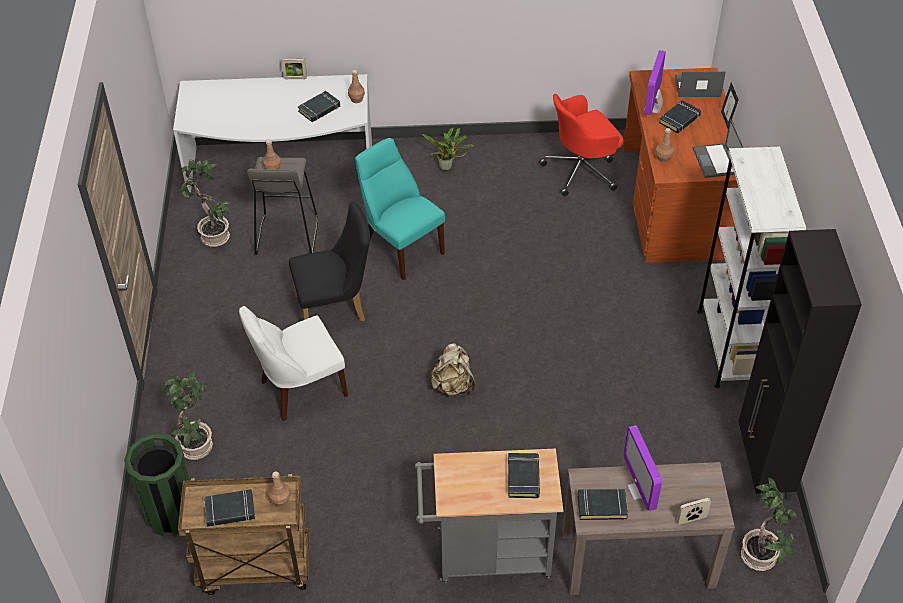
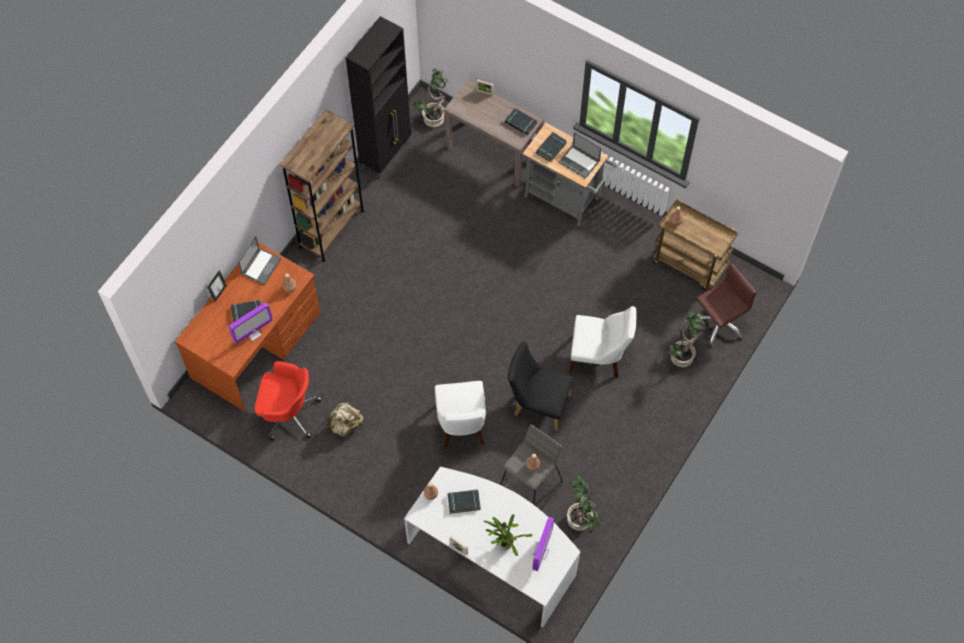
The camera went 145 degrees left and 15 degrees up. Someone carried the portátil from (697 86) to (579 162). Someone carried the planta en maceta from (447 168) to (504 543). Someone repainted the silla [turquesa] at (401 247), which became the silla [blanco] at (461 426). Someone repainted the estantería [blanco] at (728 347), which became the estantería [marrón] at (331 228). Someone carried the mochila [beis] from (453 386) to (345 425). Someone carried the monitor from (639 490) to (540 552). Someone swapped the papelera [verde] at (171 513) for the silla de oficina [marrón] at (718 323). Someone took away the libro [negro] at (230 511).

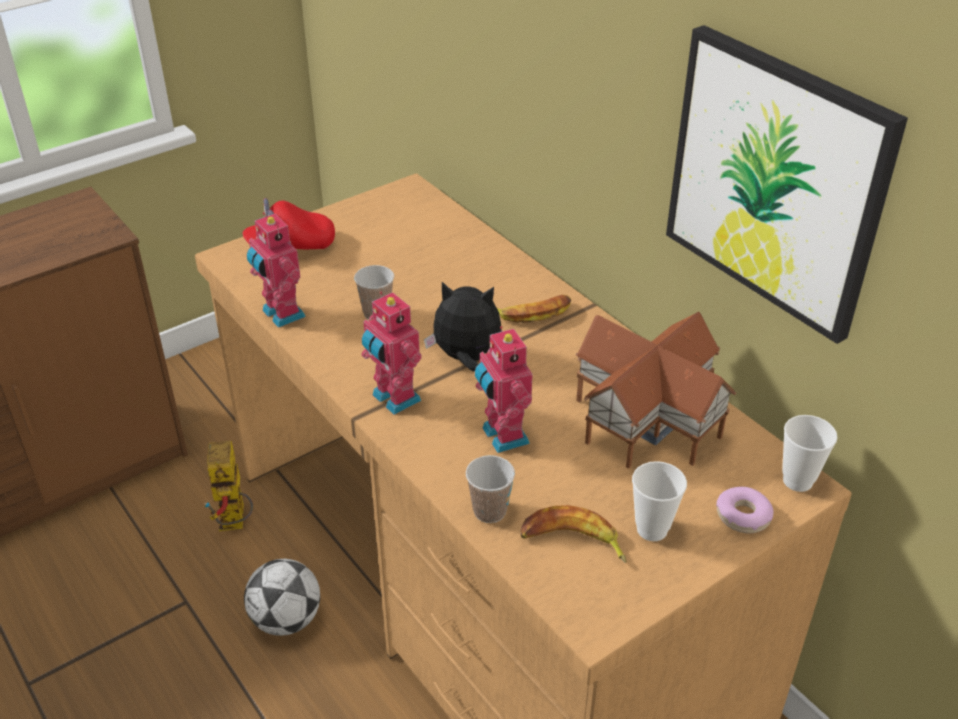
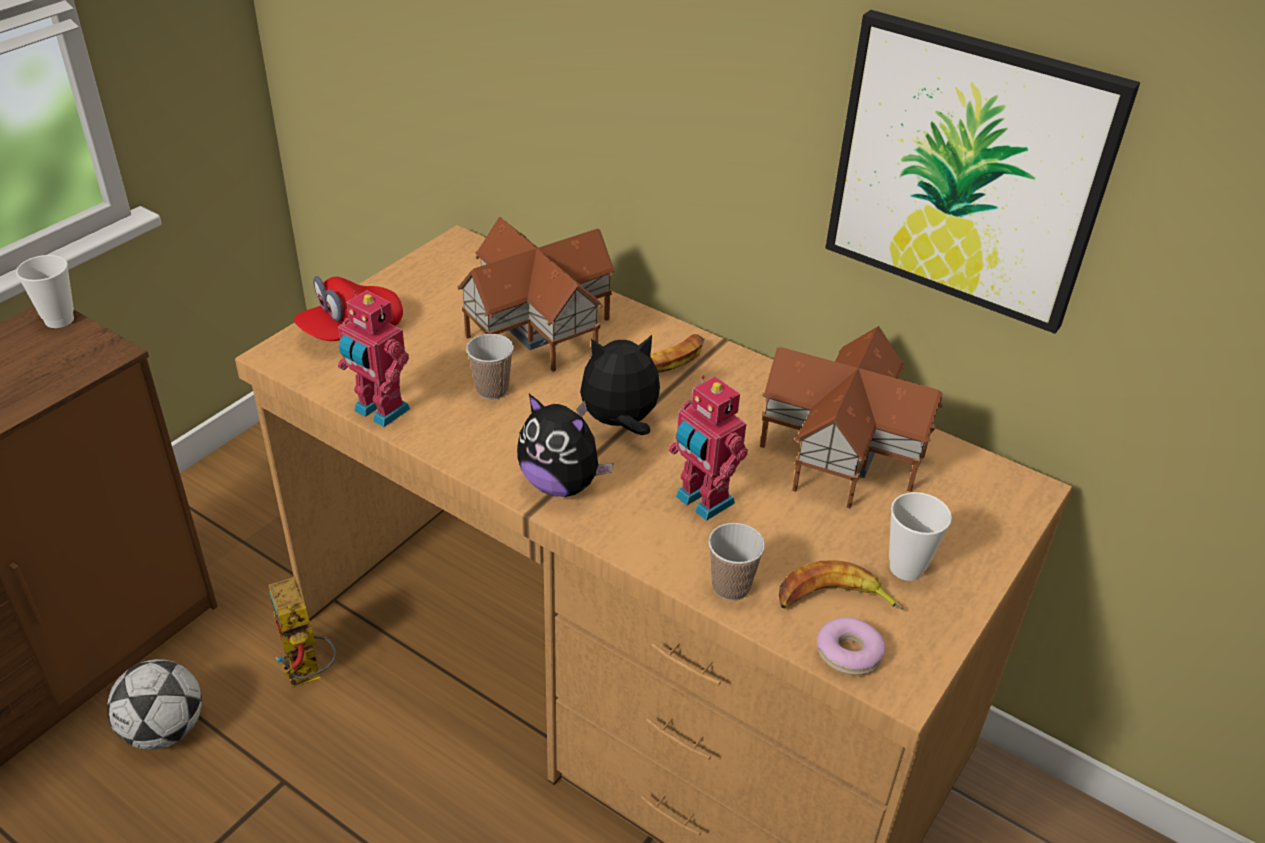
The camera went 20 degrees left and 0 degrees up. Someone swapped the robot de juguete at (393 399) for the peluche at (561 484). Someone carried the taza from (797 481) to (59 320). Someone carried the rosquilla from (743 516) to (848 653). Someone carried the balón de fútbol from (286 619) to (164 730). Someone put down the casita at (537 330).

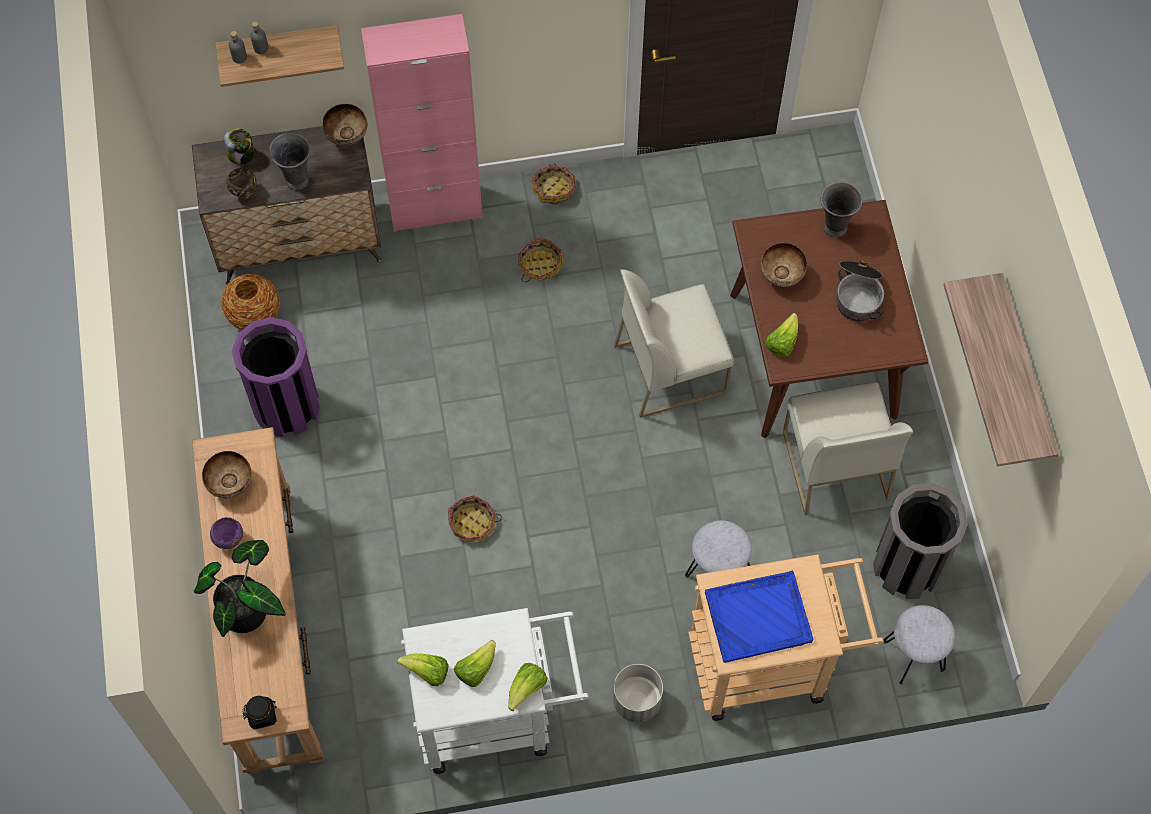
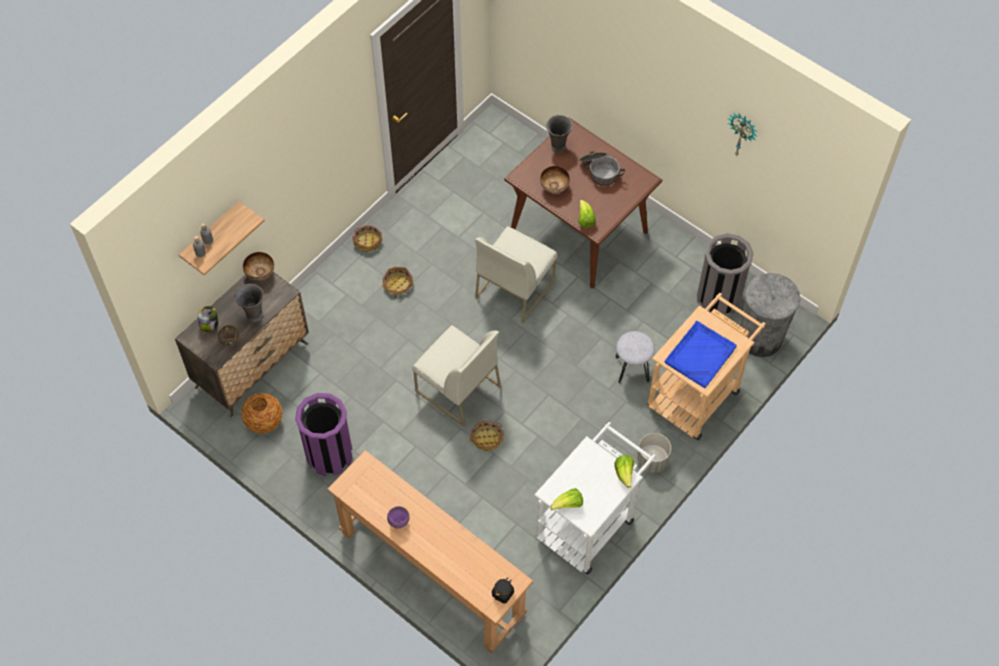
The camera went 40 degrees left and 5 degrees down. Someone took away the armario [rosa] at (435 208). Someone swapped the estante at (1025 372) for the reloj de pared at (742 134). Someone carried the silla [blanco] from (834 464) to (457 388). Someone took away the cuenco at (230 484). Someone took away the planta en maceta at (249 608). Someone swapped the taburete [gris] at (913 656) for the papelera [gris] at (760 338). Someone took away the lechuga at (476 669).

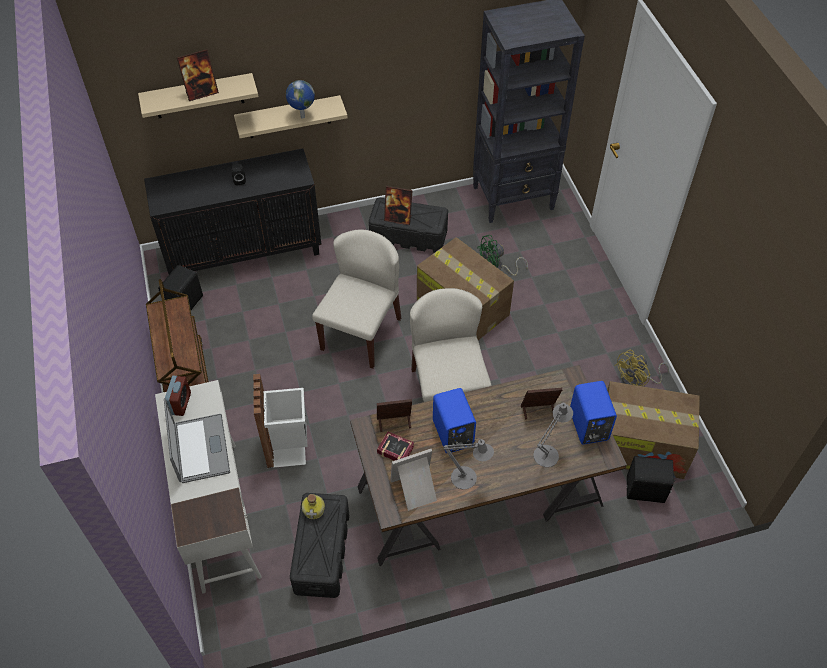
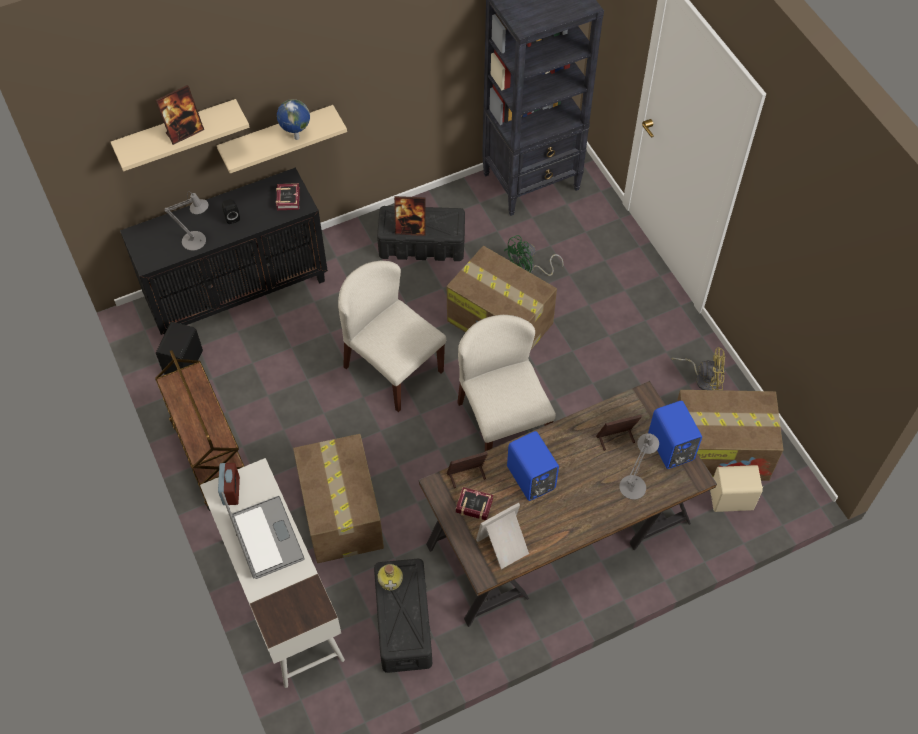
The camera went 10 degrees left and 5 degrees up. Someone rotated the silla [beis] at (361 333) by 60 degrees counterclockwise. Someone rotated the ventilador [amarillo] at (637 380) by 120 degrees counterclockwise. Someone swapped the papelera [blanco] at (288 446) for the caja de cartón at (341 511). Someone carried the lámpara de mesa [gris] from (467 479) to (197 241). Someone repainted the altavoz [negro] at (646 491), which became the altavoz [beis] at (732 500). Someone put down the libro at (289 198).

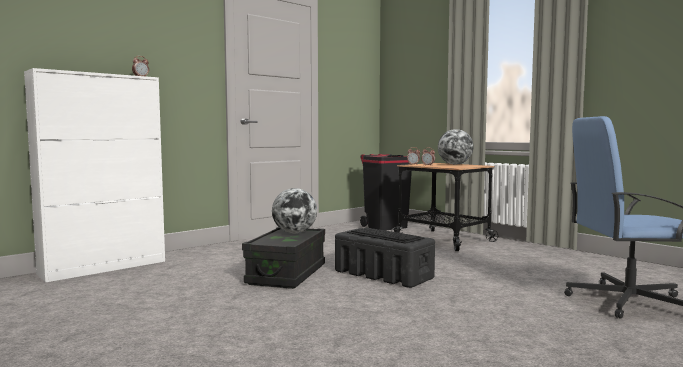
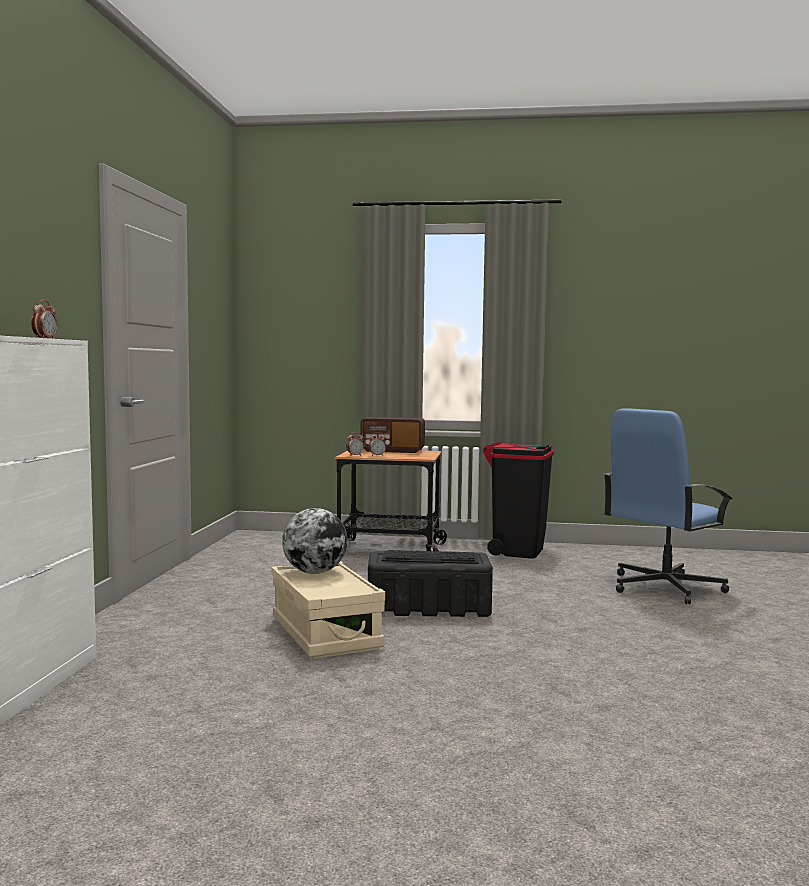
The camera went 40 degrees left and 0 degrees up. Someone swapped the globo terráqueo at (455 164) for the radio at (392 451). Someone carried the papelera [negro] from (385 227) to (517 551). Someone repainted the caja de almacenaje [negro] at (287 274), which became the caja de almacenaje [beis] at (325 633).

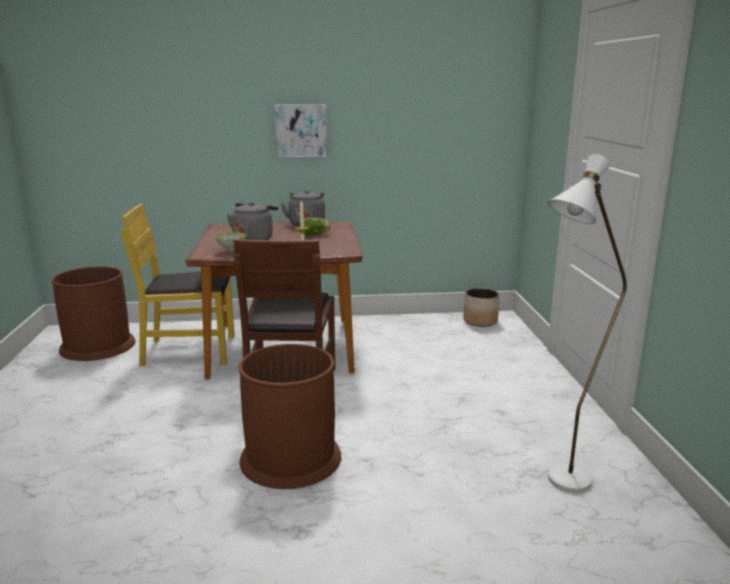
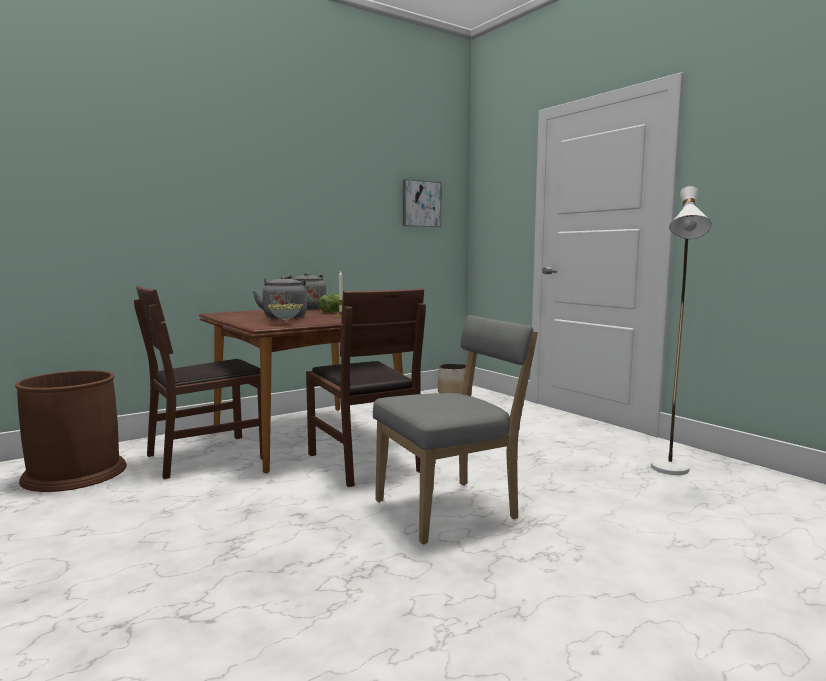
The camera went 30 degrees left and 10 degrees down. Someone carried the cuadro from (301 130) to (421 204). Someone repainted the silla [amarillo] at (189 351), which became the silla [marrón] at (207 456). Someone swapped the papelera [marrón] at (291 458) for the silla [gris] at (452 509).

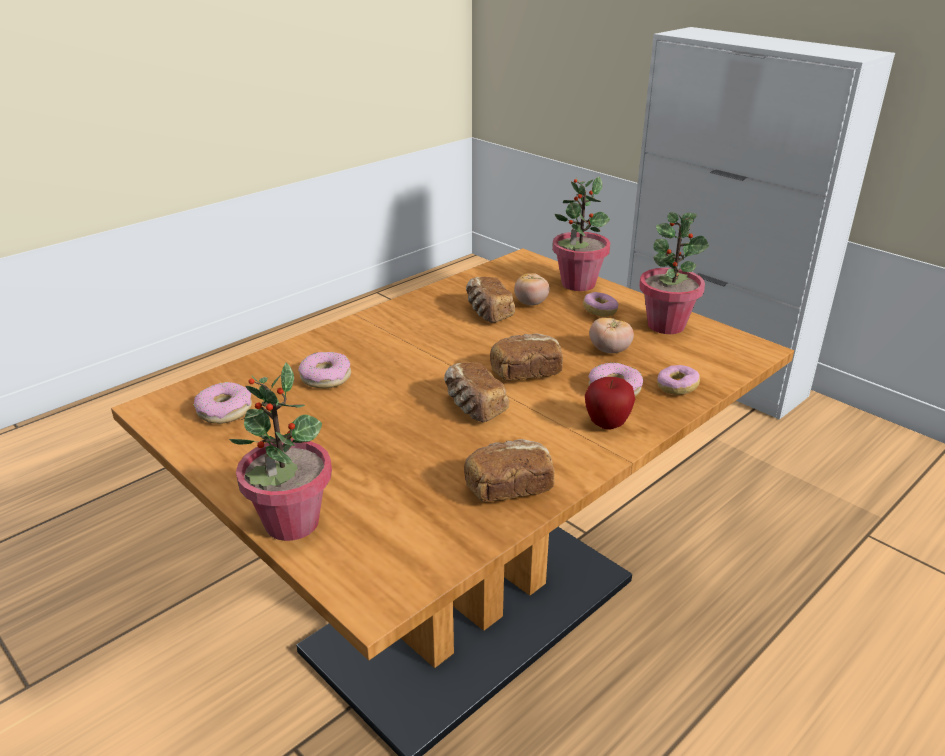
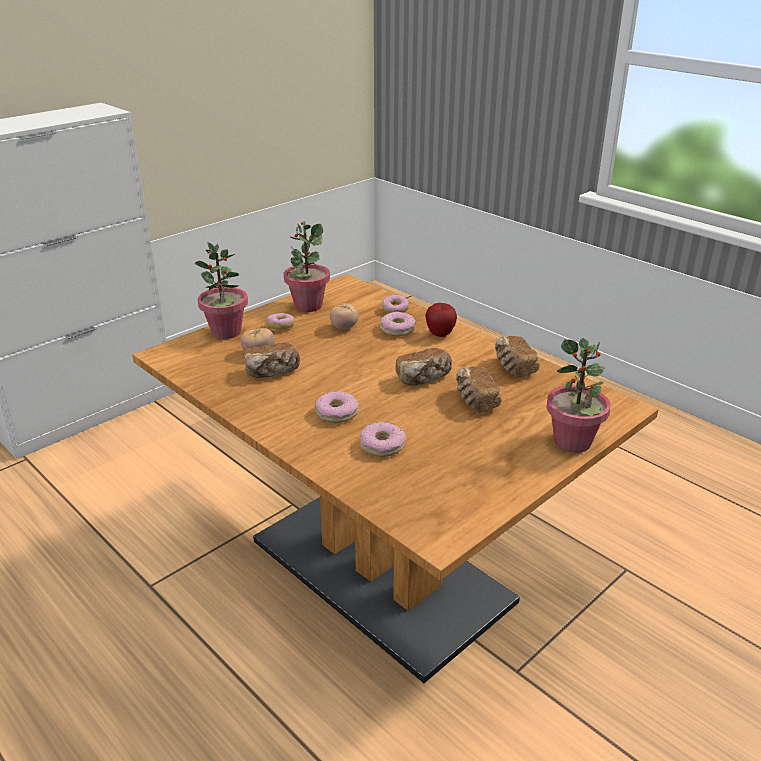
The camera went 90 degrees left and 0 degrees up. Someone carried the pan from (525 372) to (475 400). Someone carried the rosquilla from (225 410) to (337 413).

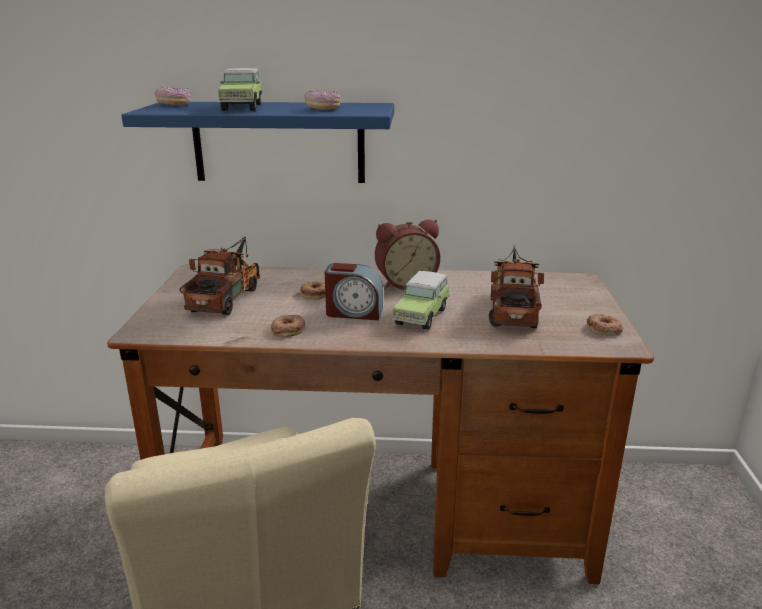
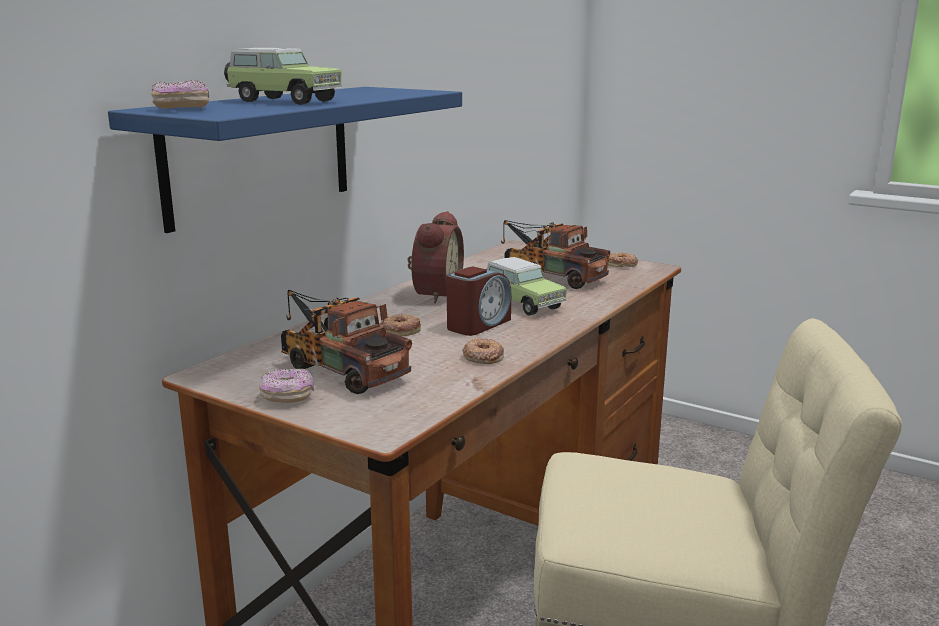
The camera went 60 degrees left and 5 degrees down. Someone carried the rosquilla from (323 109) to (287 397).

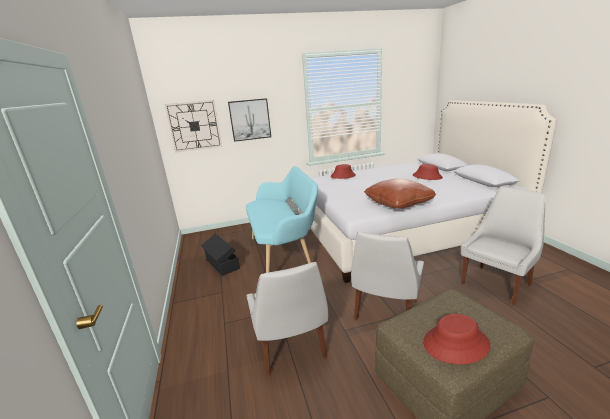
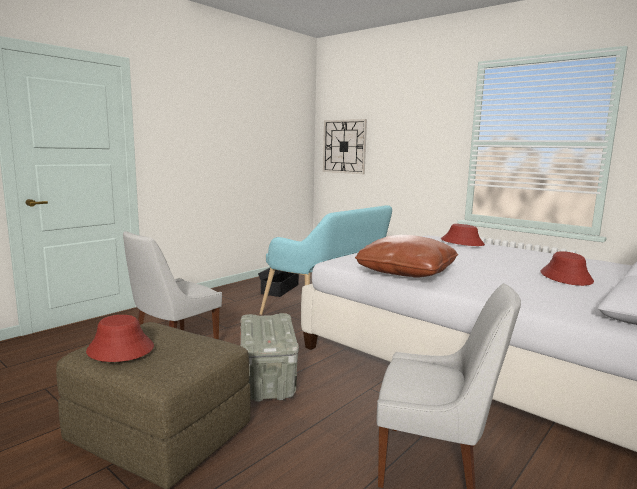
The camera went 55 degrees right and 10 degrees down. Someone took away the cuadro at (250 119). Someone swapped the silla [blanco] at (385 312) for the caja de almacenaje [gris] at (267 380).

